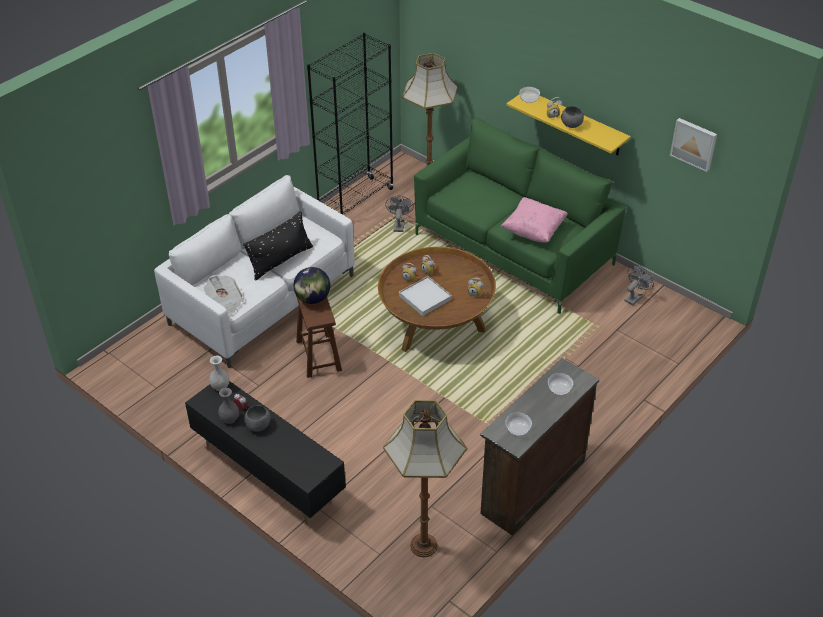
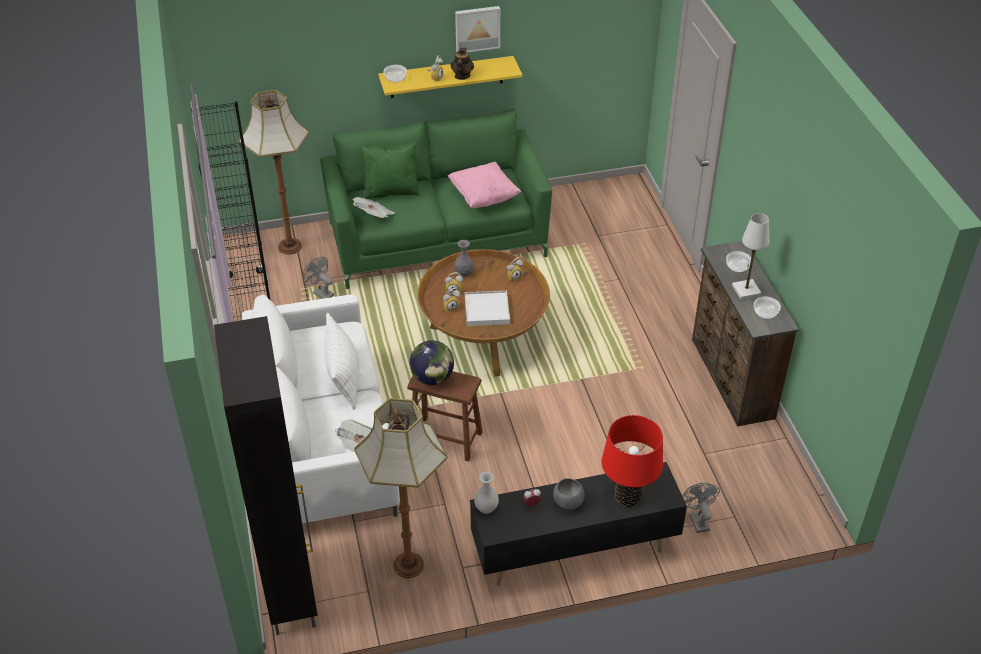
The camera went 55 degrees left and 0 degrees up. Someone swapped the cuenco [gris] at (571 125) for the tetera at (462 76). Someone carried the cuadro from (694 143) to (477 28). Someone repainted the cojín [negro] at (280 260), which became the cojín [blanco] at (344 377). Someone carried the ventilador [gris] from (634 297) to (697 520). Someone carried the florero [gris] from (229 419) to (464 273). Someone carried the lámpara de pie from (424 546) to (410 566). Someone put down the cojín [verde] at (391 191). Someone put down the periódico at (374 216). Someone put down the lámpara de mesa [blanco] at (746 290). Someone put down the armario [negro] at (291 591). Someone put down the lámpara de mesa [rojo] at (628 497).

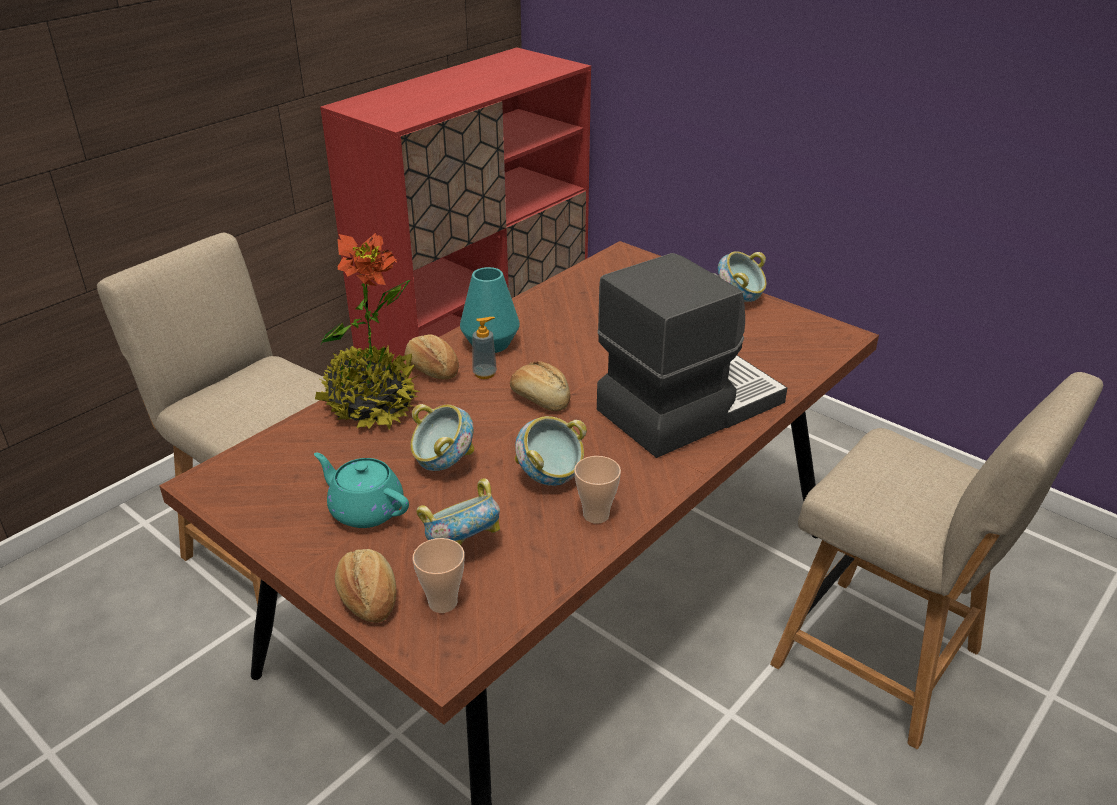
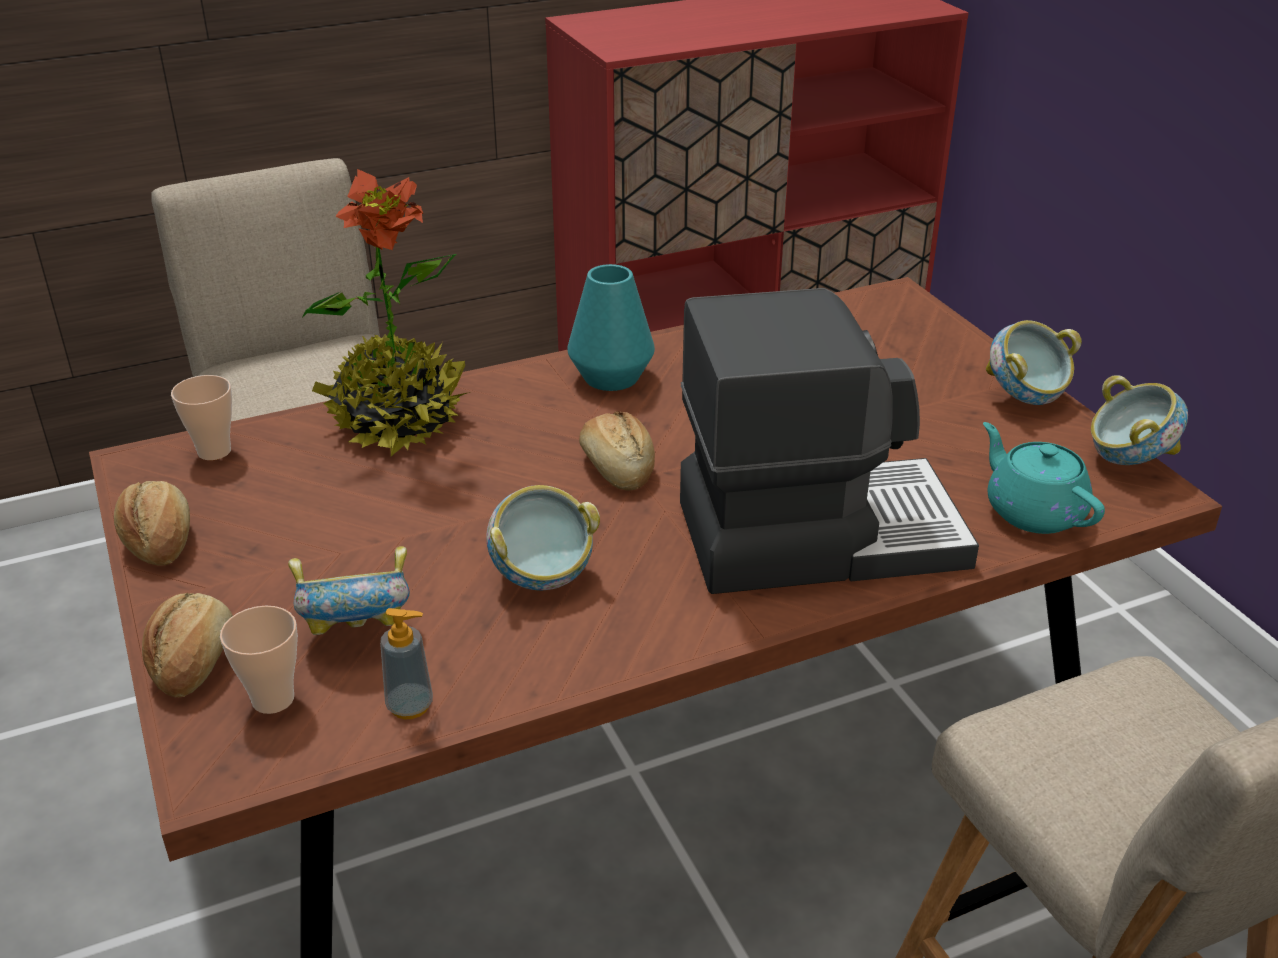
The camera went 25 degrees right and 0 degrees up. Someone carried the dispensador de jabón from (485 373) to (410 706). Someone carried the pan from (431 370) to (158 541). Someone carried the cuenco from (443 463) to (1127 461). Someone carried the tetera [turquesa] from (365 509) to (1033 511). Someone carried the taza from (596 515) to (214 451).

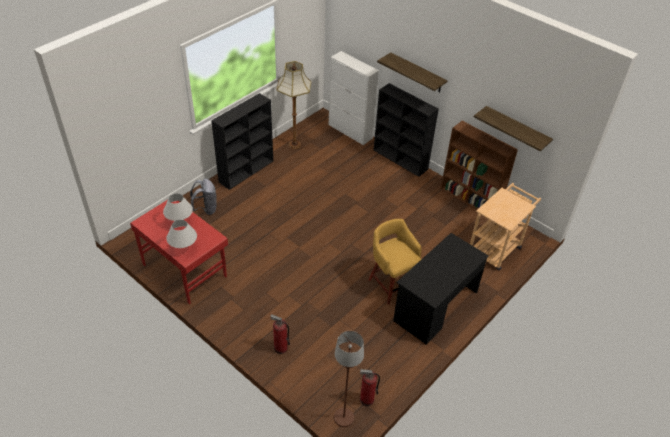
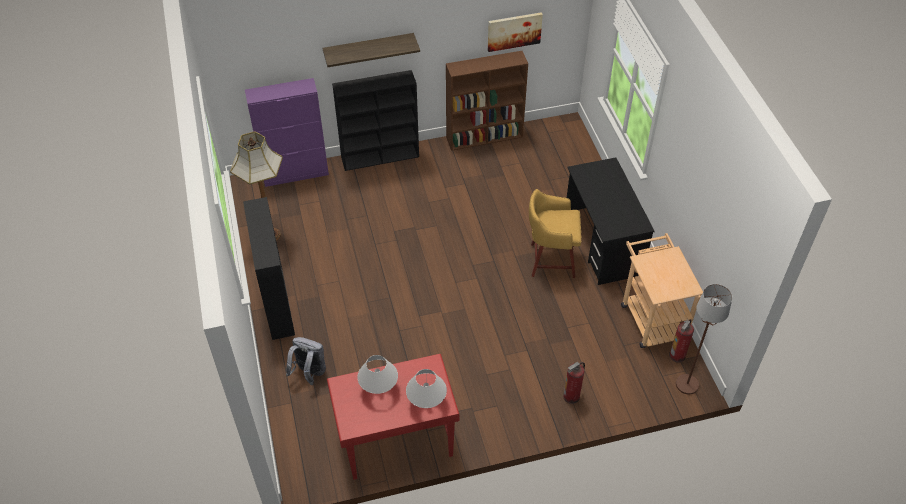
The camera went 55 degrees left and 5 degrees up. Someone repainted the armario [blanco] at (350 131), which became the armario [morado] at (296 174). Someone swapped the estante at (516 129) for the cuadro at (514 31). Someone carried the carrito [beis] from (497 247) to (650 316).

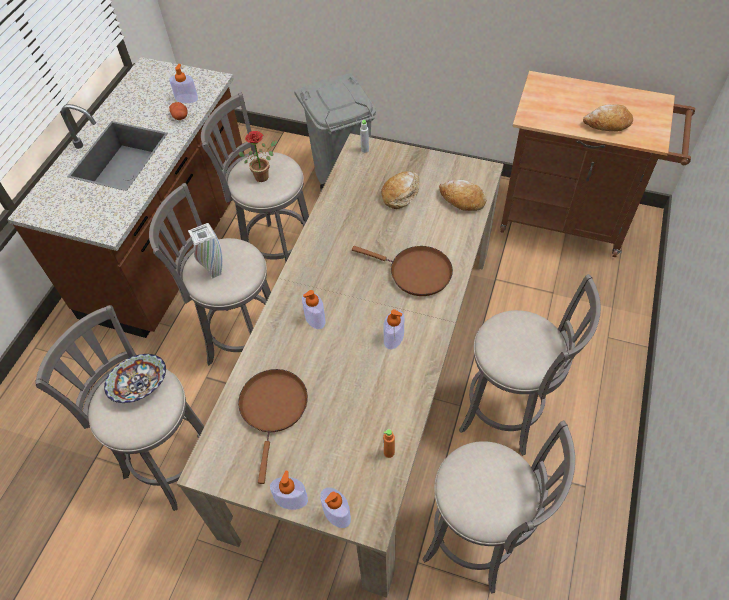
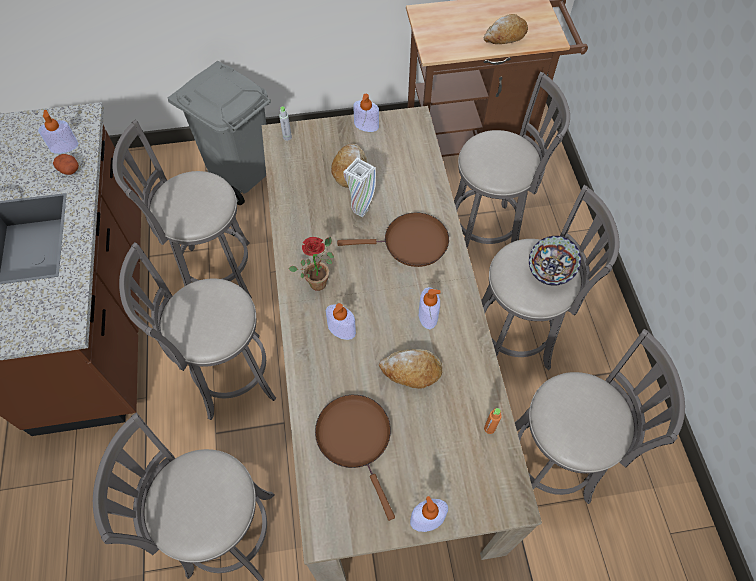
The camera went 30 degrees left and 5 degrees up. Someone carried the planta en maceta from (264 175) to (319 280). Someone carried the pan from (461 200) to (411 371). Someone carried the florero [blanco] from (215 273) to (361 211). Someone carried the cuenco from (140 386) to (551 269). Someone carried the dispensador de jabón from (336 513) to (366 125). Someone put down the taburete [gris] at (487 233).

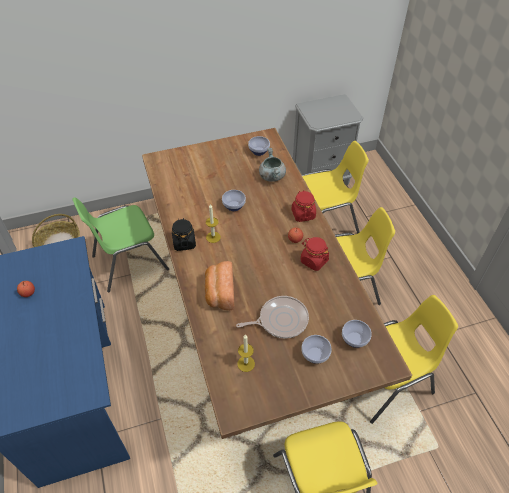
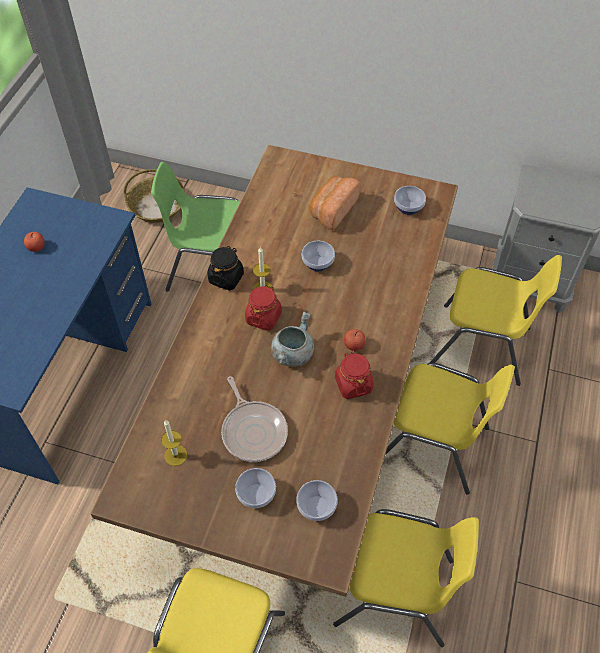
The camera went 35 degrees right and 5 degrees up. Someone carried the olla [gris] from (271 176) to (292 353). Someone carried the tarro [rojo] from (303 214) to (263 317). Someone carried the pan from (219 293) to (332 210). Someone rotated the sartén at (280 320) by 45 degrees clockwise.

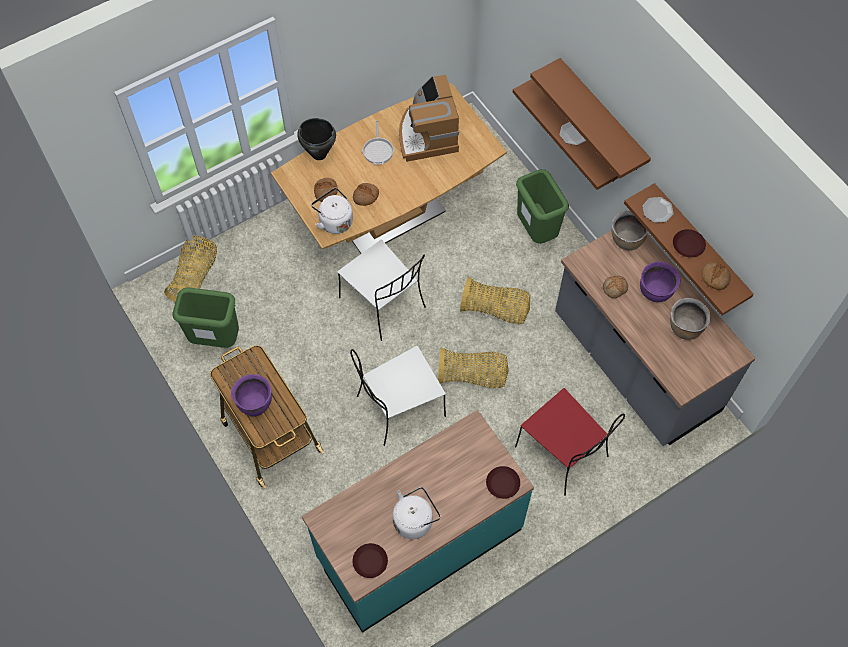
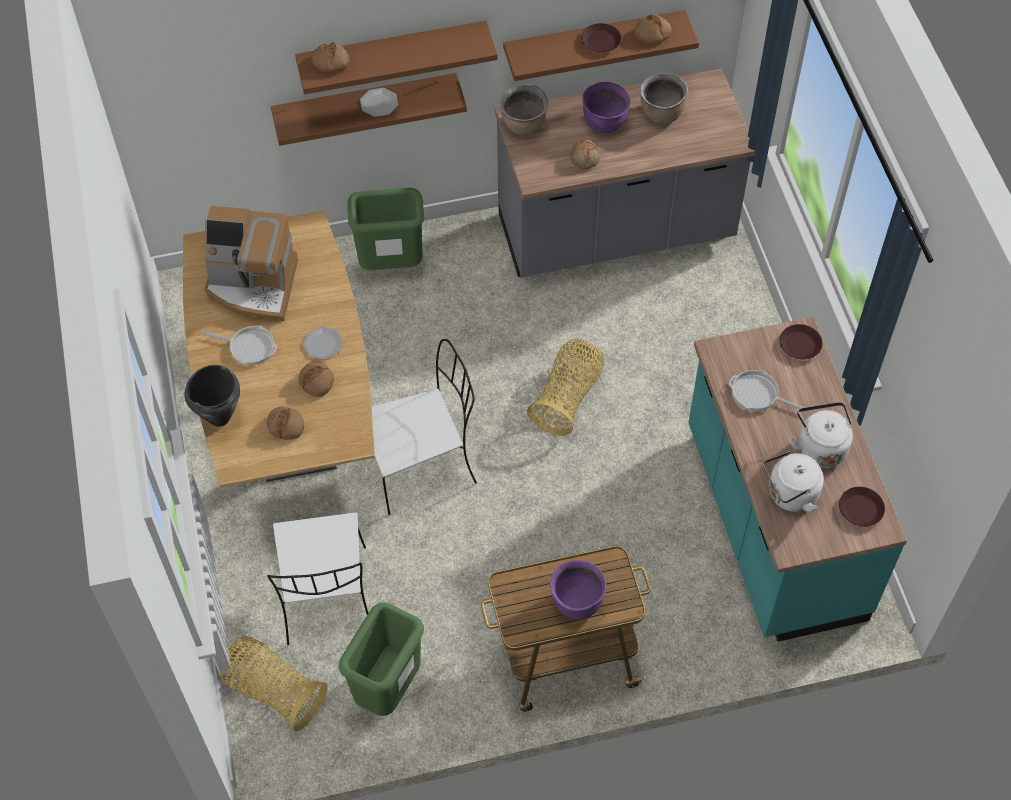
The camera went 70 degrees left and 5 degrees down. Someone carried the hervidor [blanco] from (334 221) to (789 495). Someone carried the plato from (657 210) to (322 344). Someone took away the cesta at (495 310). Someone carried the silla [blanco] from (398 407) to (327 598). Someone took away the silla [rojo] at (563 453). Someone put down the pan at (331 62). Someone put down the sartén at (758 394).

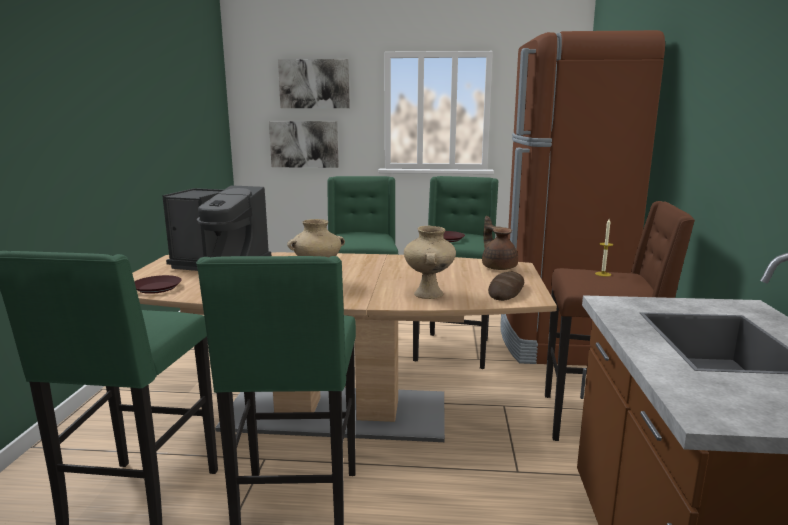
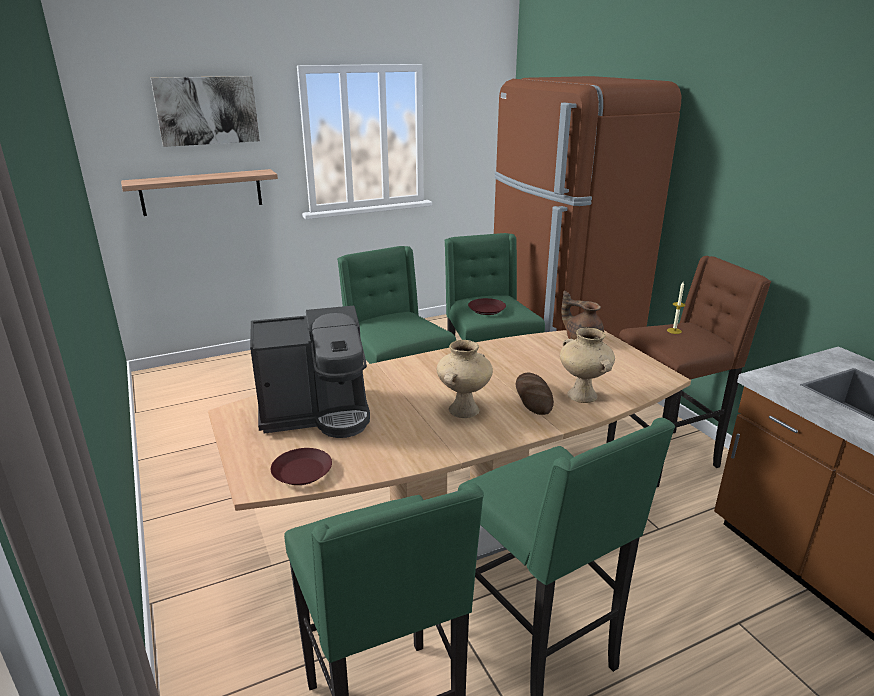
The camera went 30 degrees left and 10 degrees up. Someone swapped the cuadro at (304 144) for the estante at (202 192). Someone carried the pan from (506 291) to (533 397).

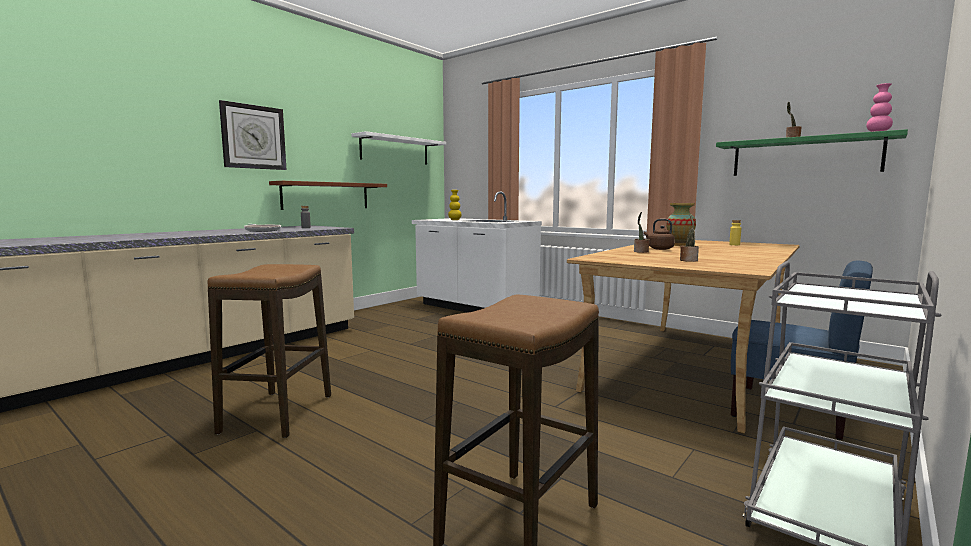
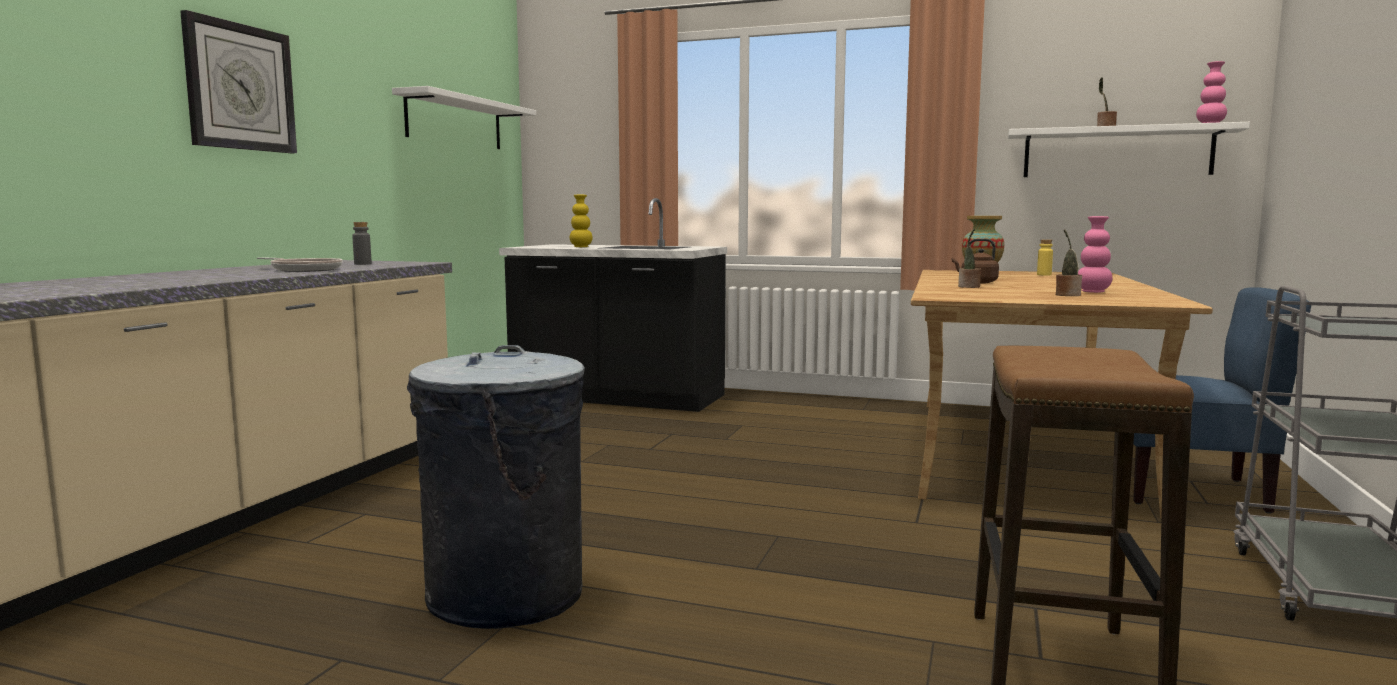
The camera went 20 degrees left and 0 degrees up. Someone repainted the estante [verde] at (804 156), which became the estante [blanco] at (1116 152). Someone took away the estante [marrón] at (326 195). Someone repainted the mueble bajo de cocina [blanco] at (475 308), which became the mueble bajo de cocina [negro] at (617 398). Someone swapped the taburete at (278 413) for the papelera [gris] at (504 595). Someone put down the florero [rosa] at (1093 292).

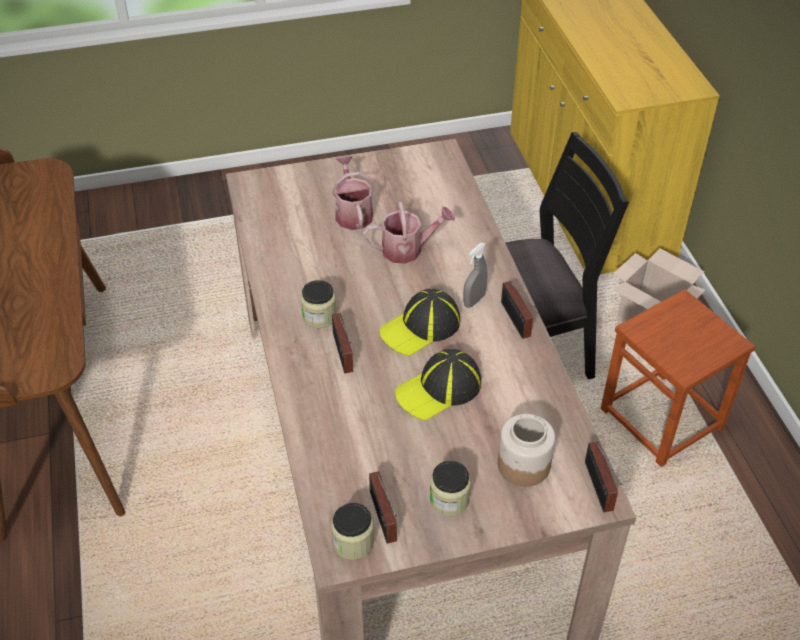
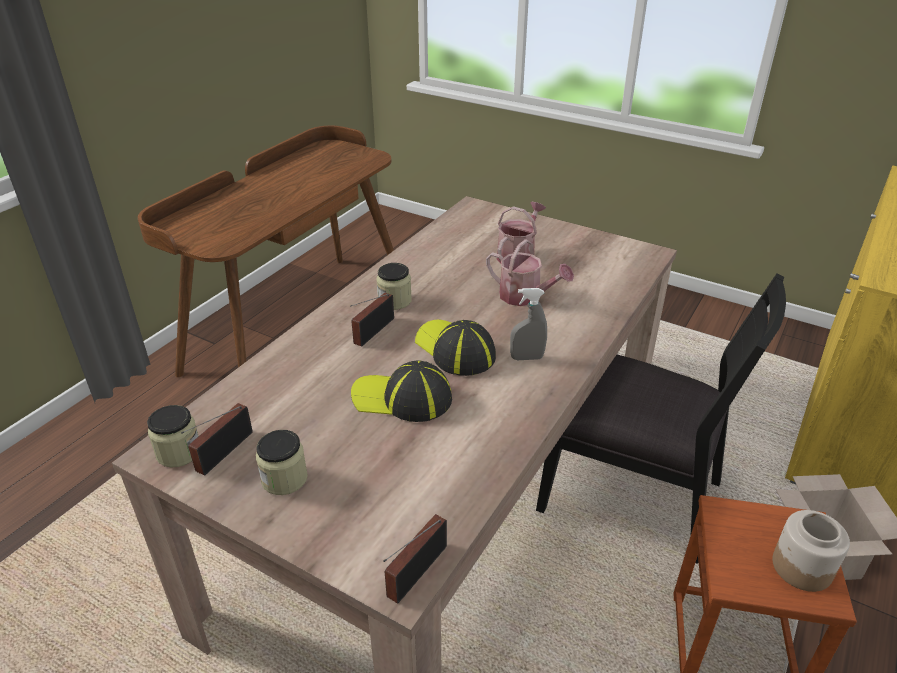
The camera went 45 degrees right and 10 degrees down. Someone took away the radio at (516 321). Someone rotated the gorra at (420 327) by 45 degrees clockwise. Someone carried the tarro from (523 464) to (801 566).

